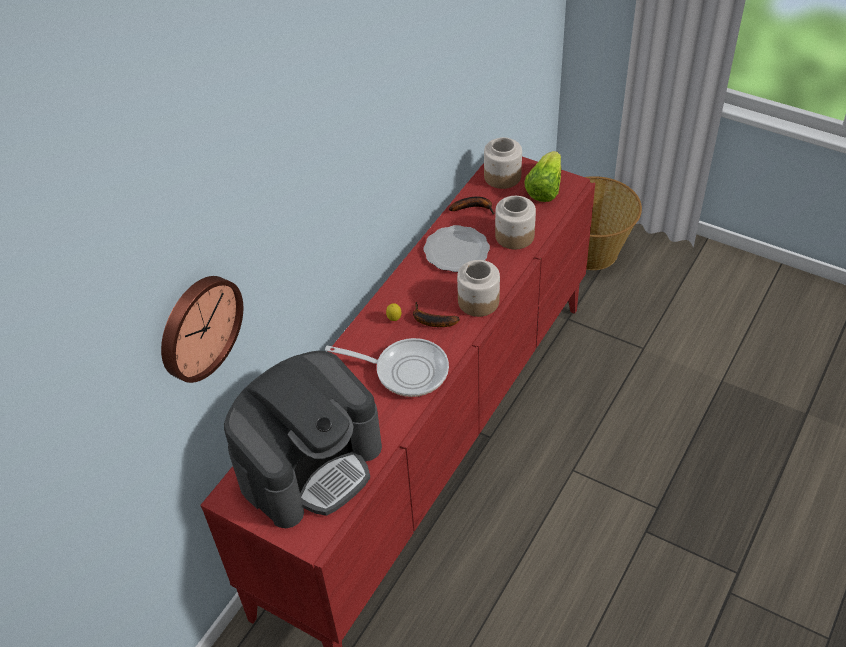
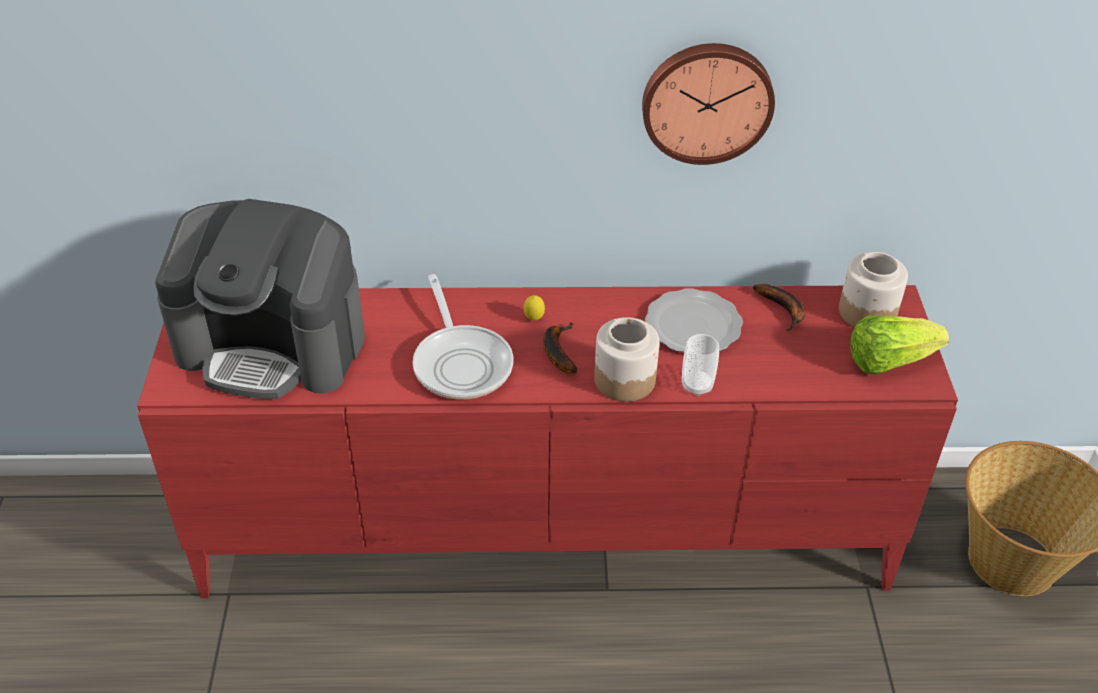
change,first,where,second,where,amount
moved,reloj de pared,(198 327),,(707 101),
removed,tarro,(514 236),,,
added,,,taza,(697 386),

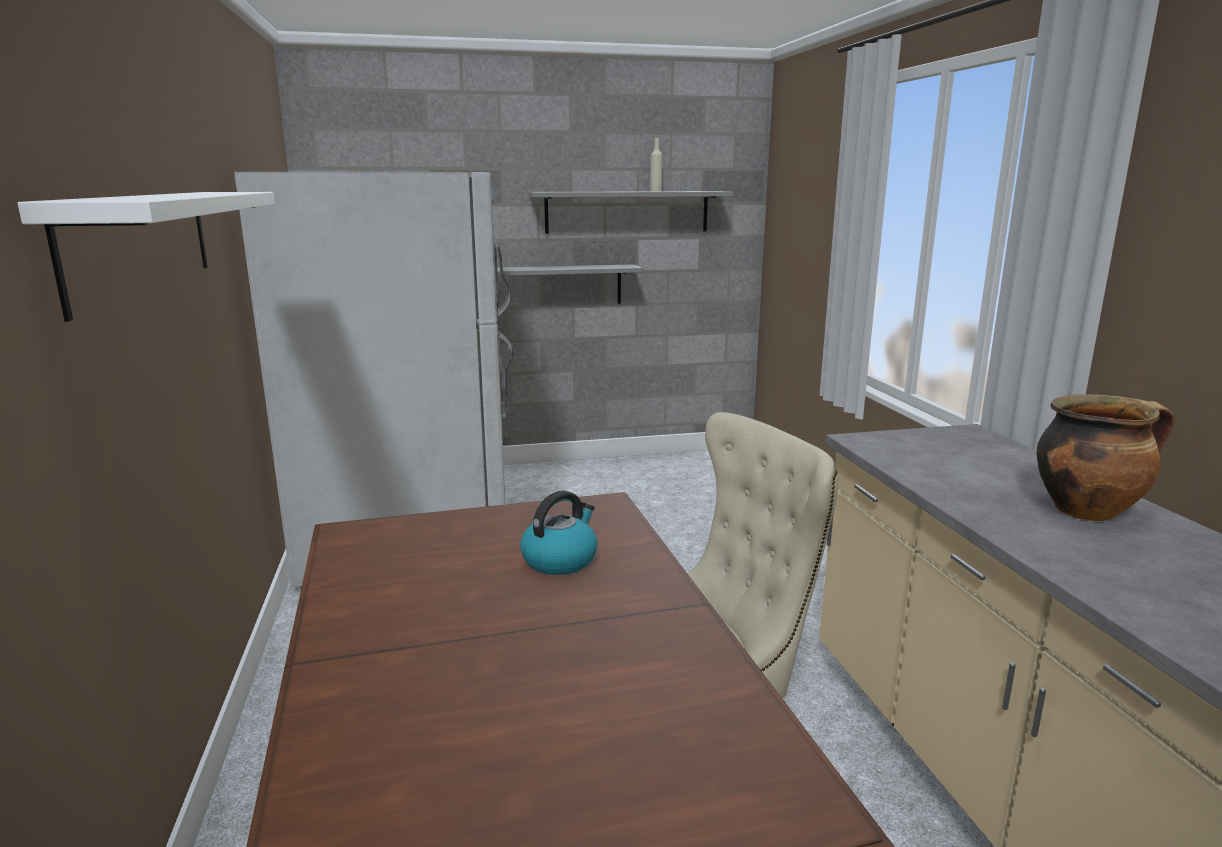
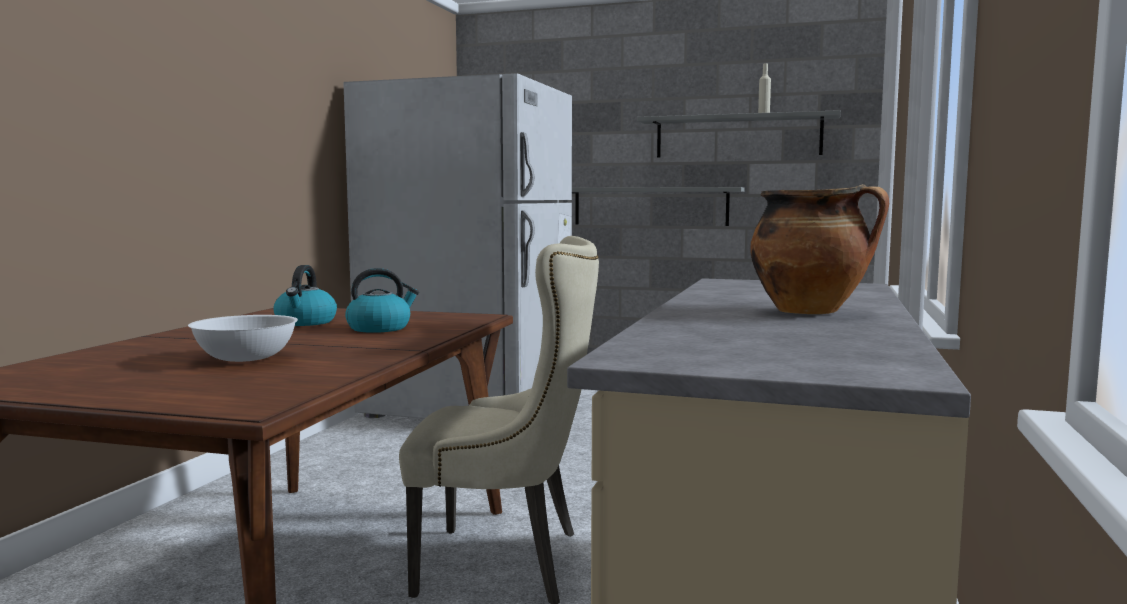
change,first,where,second,where,amount
removed,estante/blanco,(143 242),,,
added,,,cuenco/blanco,(246 358),
added,,,hervidor,(305 322),

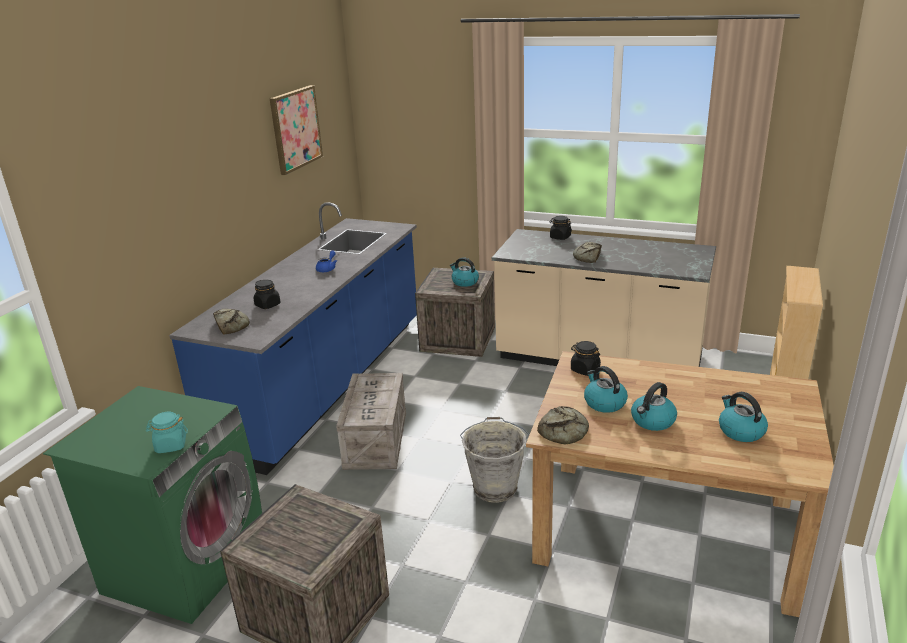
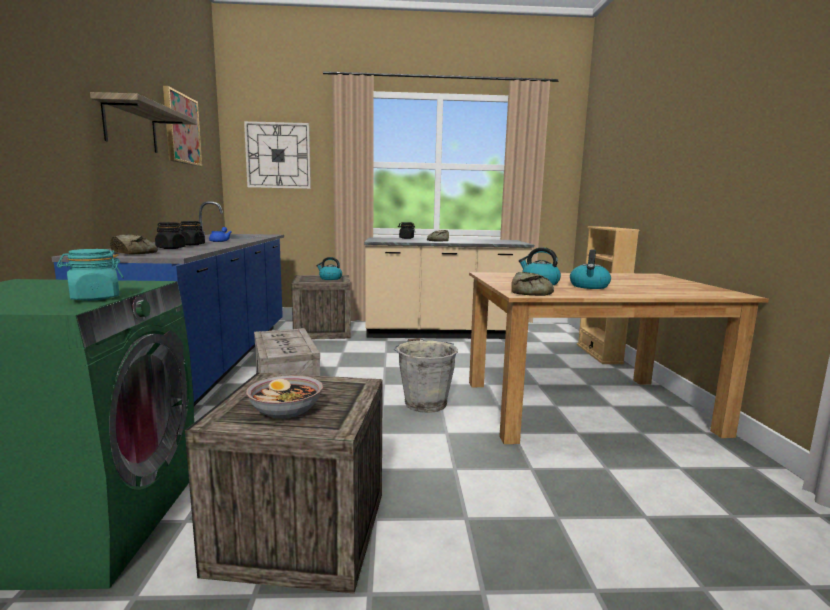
change,first,where,second,where,amount
moved,tarro/negro,(585 370),,(191 244),
removed,hervidor,(740 431),,,
added,,,estante,(131 127),
added,,,reloj de pared,(278 155),
added,,,cuenco,(286 411),

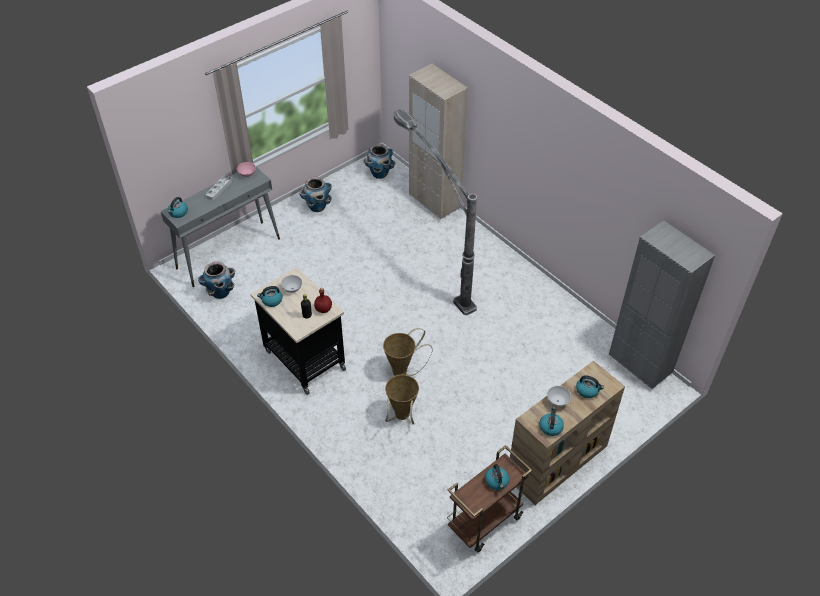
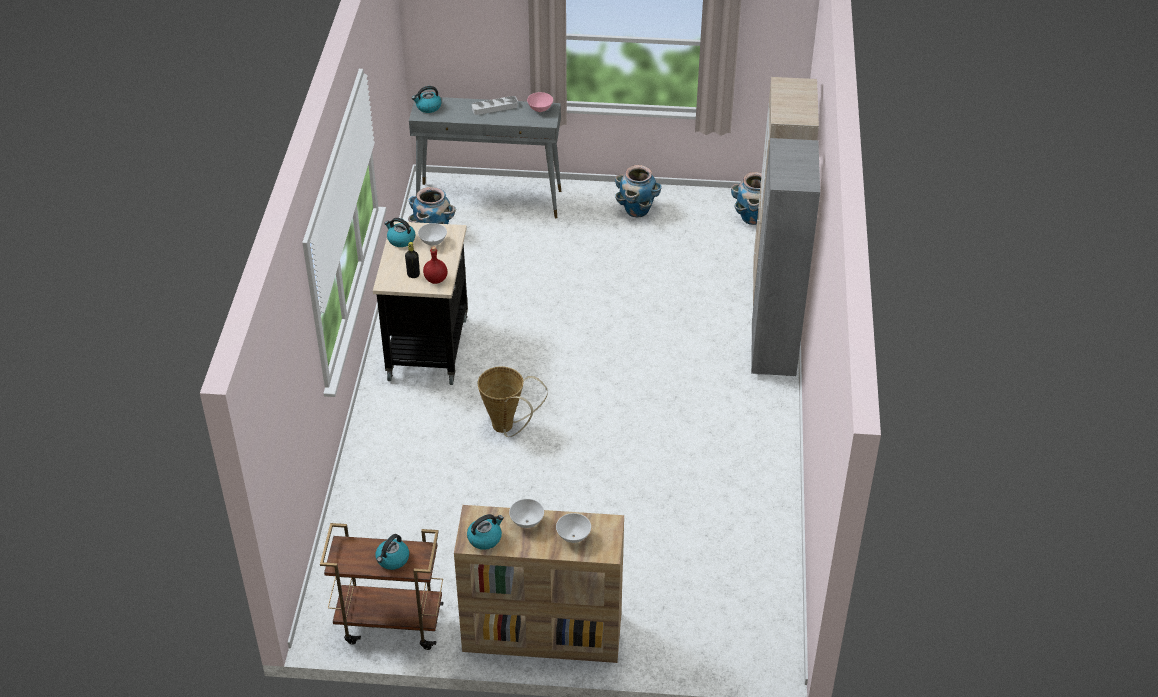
change,first,where,second,where,amount
removed,cesta,(401 417),,,
removed,lámpara de pie,(433 270),,,
replaced,hervidor,(587 390),cuenco/blanco,(573 537),
moved,armario/gris,(639 366),,(772 353),

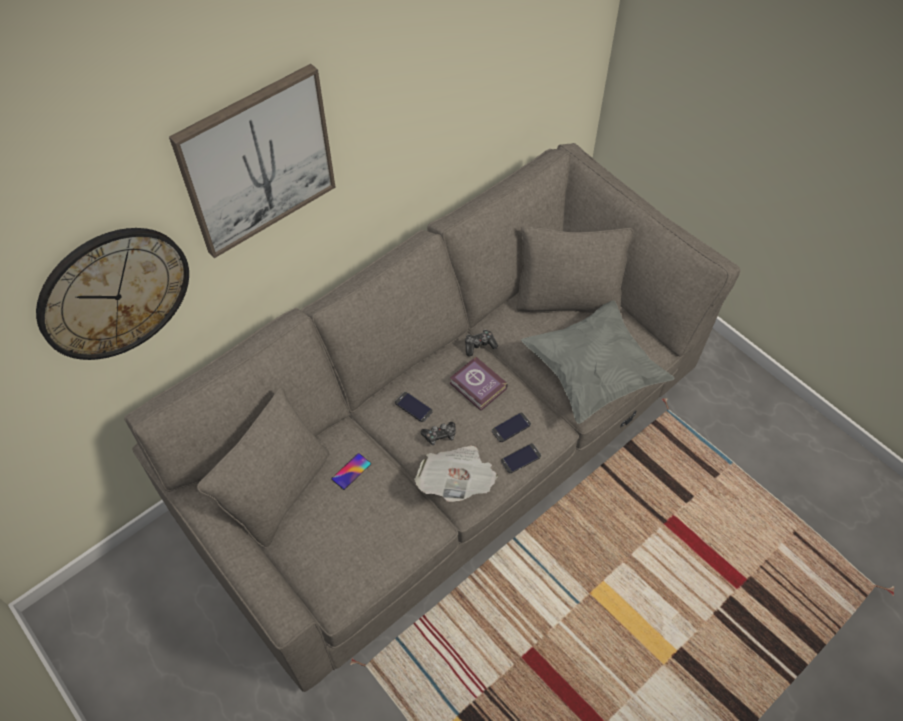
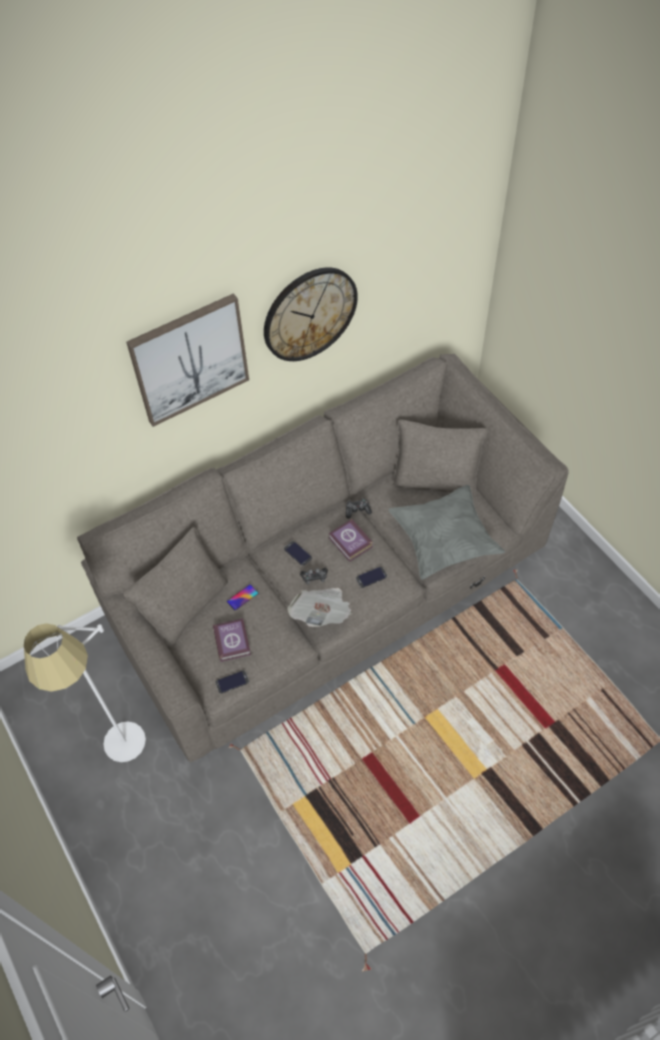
change,first,where,second,where,amount
moved,reloj de pared,(114 293),,(309 314),
moved,móvil,(521 458),,(232 682),
added,,,lámpara de pie/blanco,(127 760),
added,,,libro,(232 641),

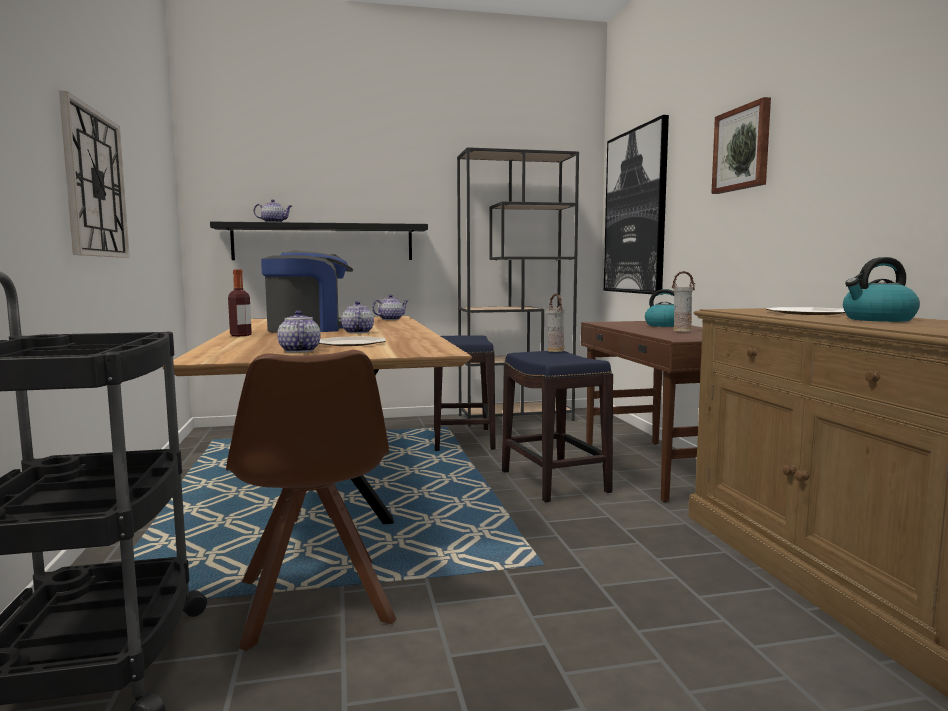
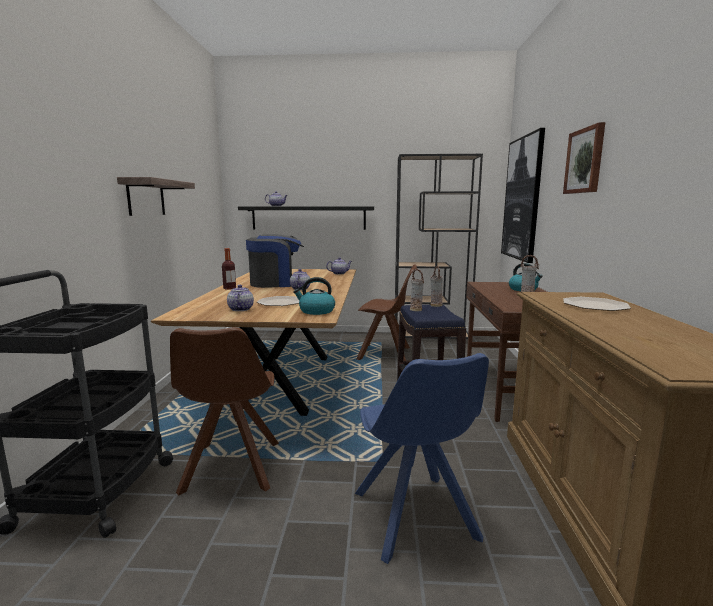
change,first,where,second,where,amount
replaced,reloj de pared,(95 184),estante,(146 197),
replaced,taburete,(463 440),silla/marrón,(386 354),
moved,hervidor,(878 319),,(316 311),
added,,,silla/azul,(415 517),
added,,,florero,(416 310),

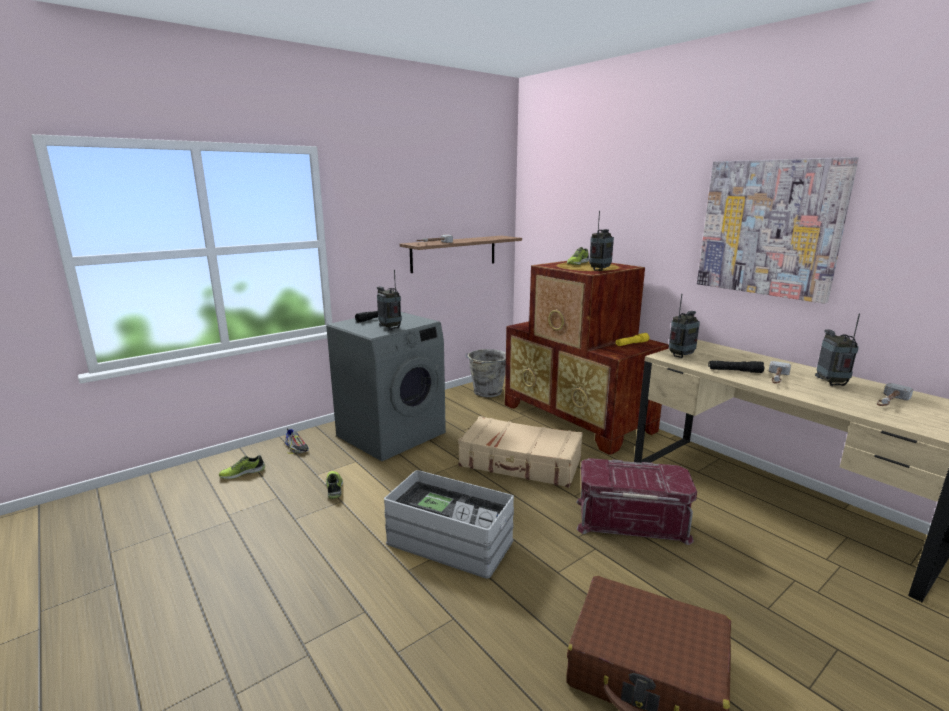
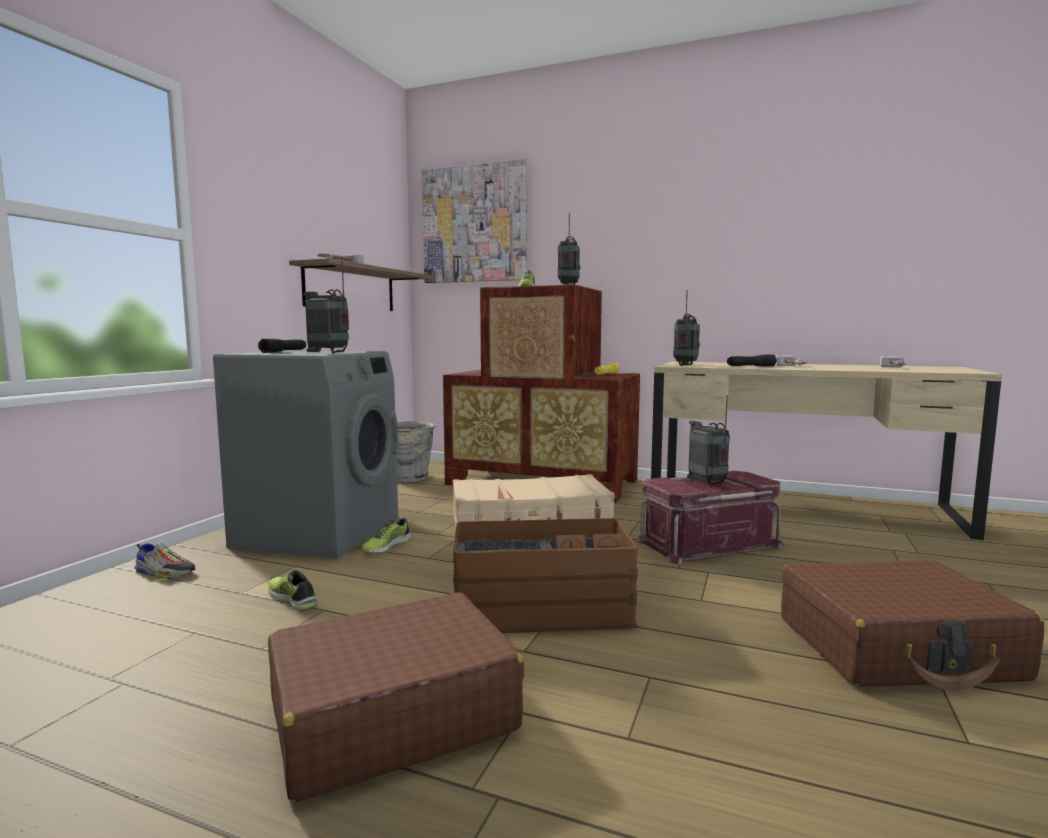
change,first,where,second,where,amount
moved,zapato,(242 473),,(386 546),
recoloured,caja de almacenaje/gris,(450 541),caja de almacenaje/marrón,(541 607),
moved,cuadro,(769 228),,(474 224),
moved,radio,(831 383),,(707 483),
added,,,maleta/marrón,(391 715),

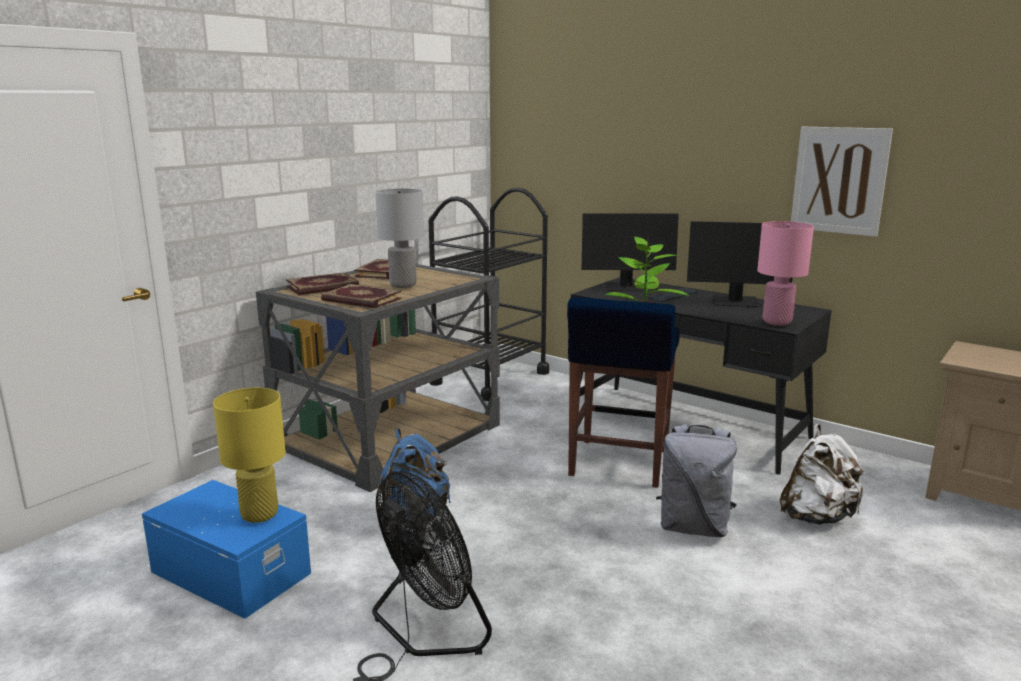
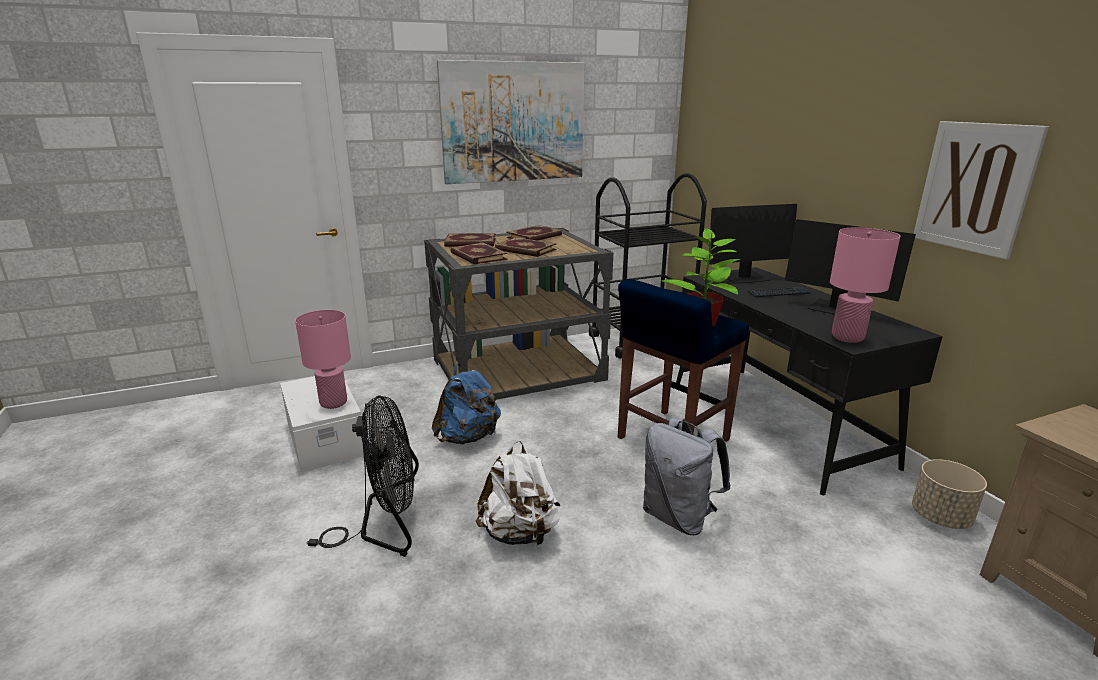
change,first,where,second,where,amount
recoloured,caja de almacenaje/azul,(232 571),caja de almacenaje/blanco,(326 438),
recoloured,lámpara de mesa/amarillo,(260 517),lámpara de mesa/rosa,(333 405),
replaced,lámpara de mesa/gris,(402 287),libro,(525 250),
turned,monitor,(626 288),,(744 278),45 degrees counterclockwise
moved,mochila/blanco,(817 517),,(519 533),
added,,,cuadro,(514 122),
added,,,maceta/beis,(941 518),

